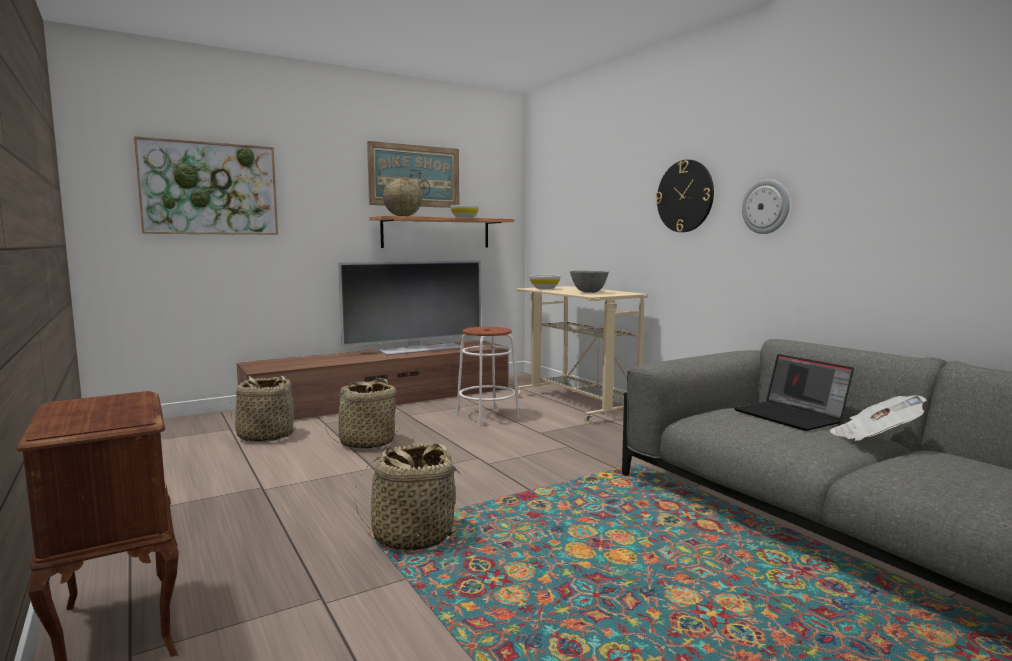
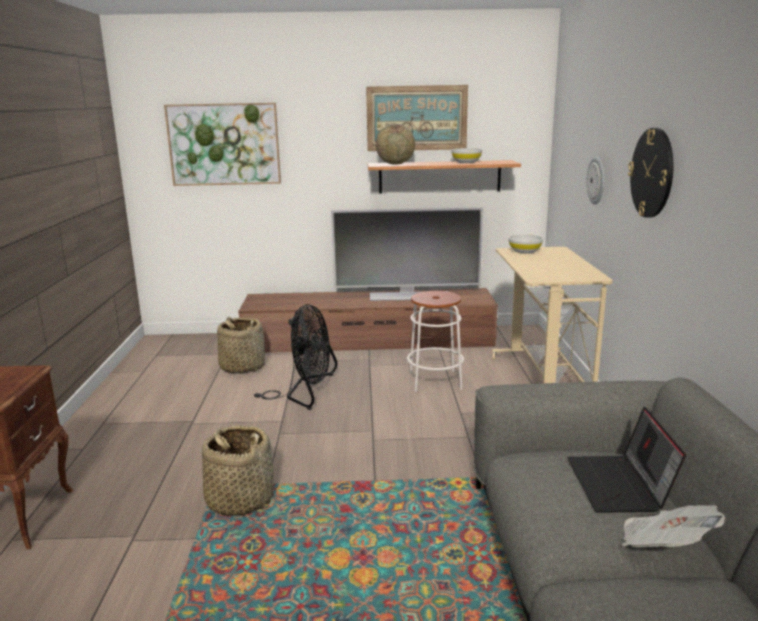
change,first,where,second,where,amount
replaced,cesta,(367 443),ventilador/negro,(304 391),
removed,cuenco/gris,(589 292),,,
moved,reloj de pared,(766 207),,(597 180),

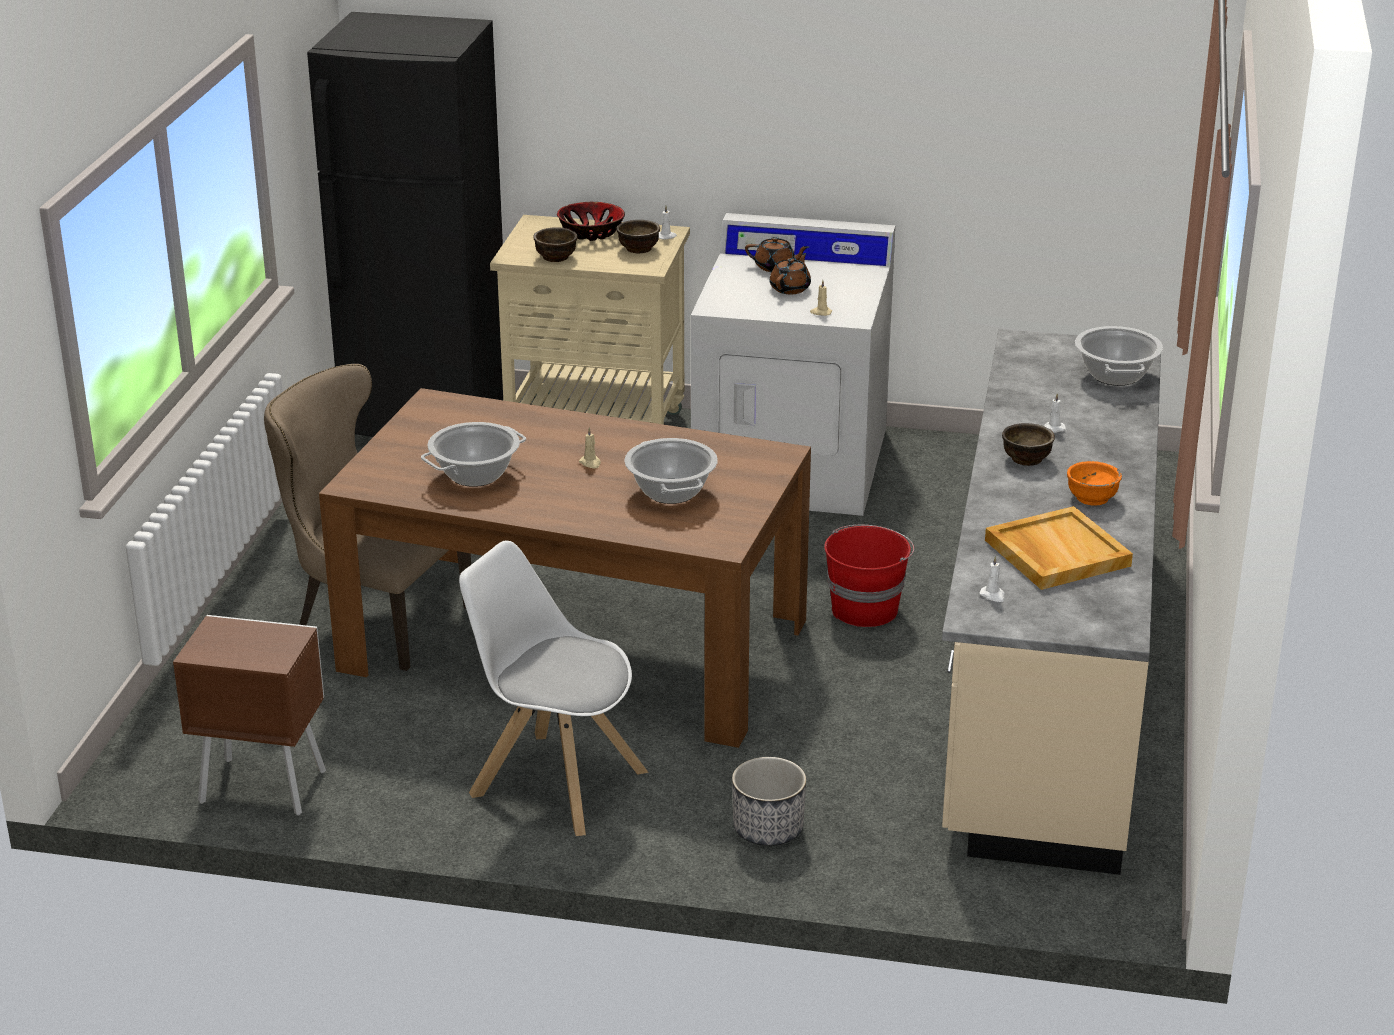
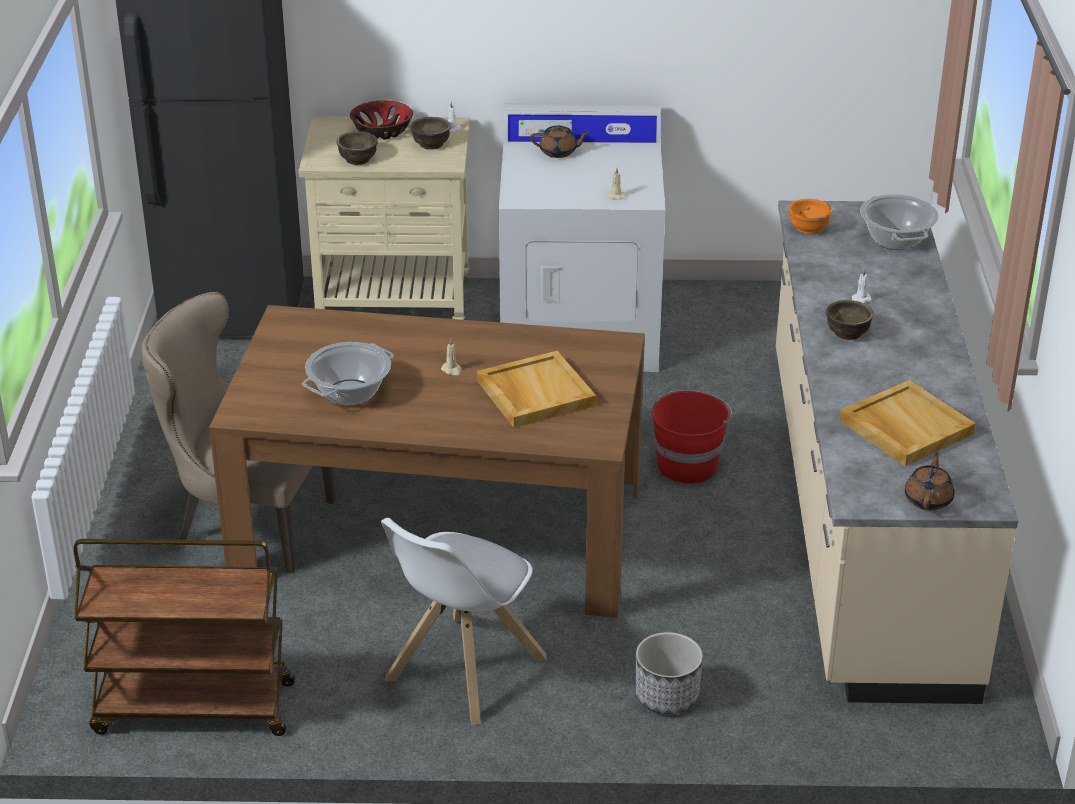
change,first,where,second,where,amount
replaced,mesita de noche/marrón,(260 786),carrito/marrón,(192 709),
turned,silla,(554 781),,(462 671),75 degrees counterclockwise
replaced,olla,(670 491),bandeja/beis,(534 393),
moved,tetera/marrón,(790 288),,(928 499),
removed,vela/blanco,(993 595),,,
moved,cuenco/naranja,(1091 498),,(808 228),

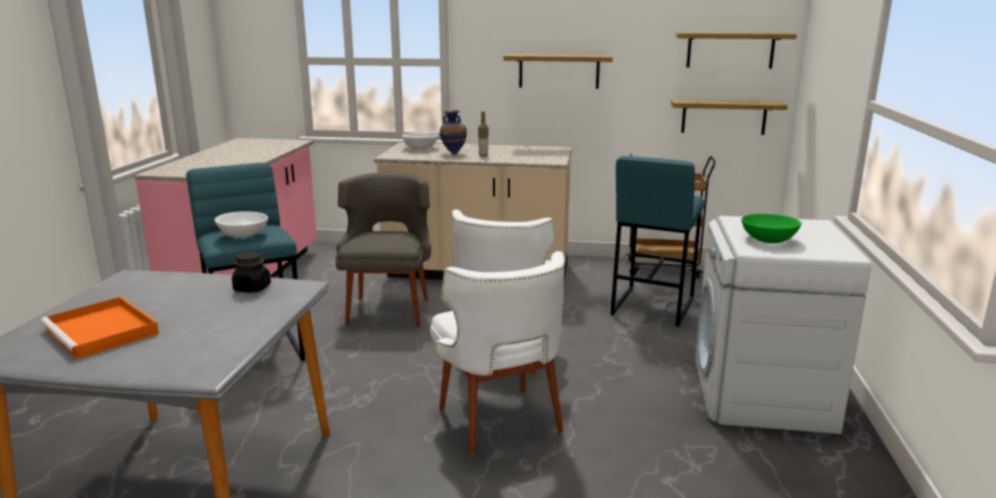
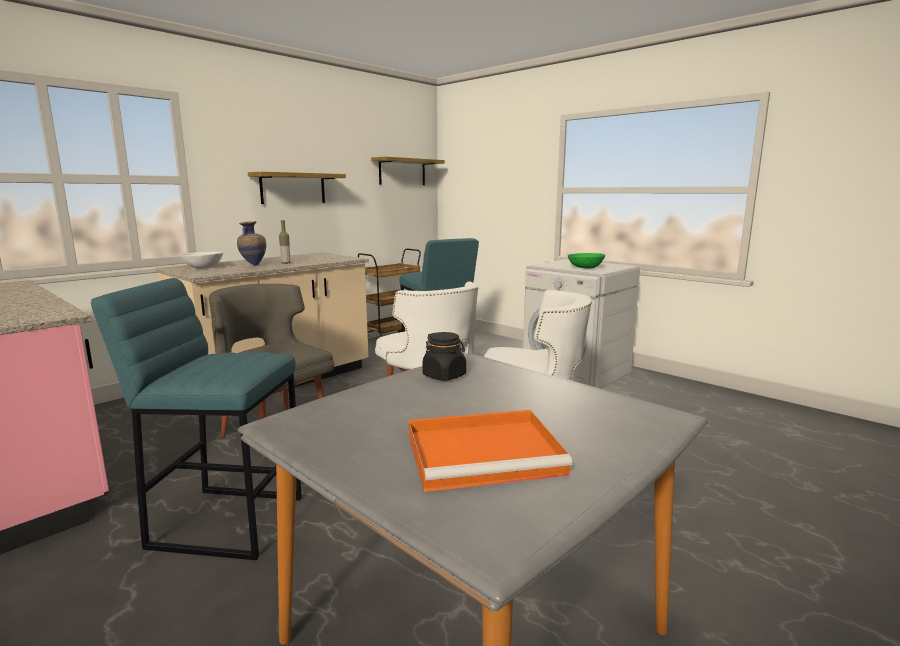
change,first,where,second,where,amount
removed,cuenco/blanco,(242 235),,,
removed,estante,(723 117),,,

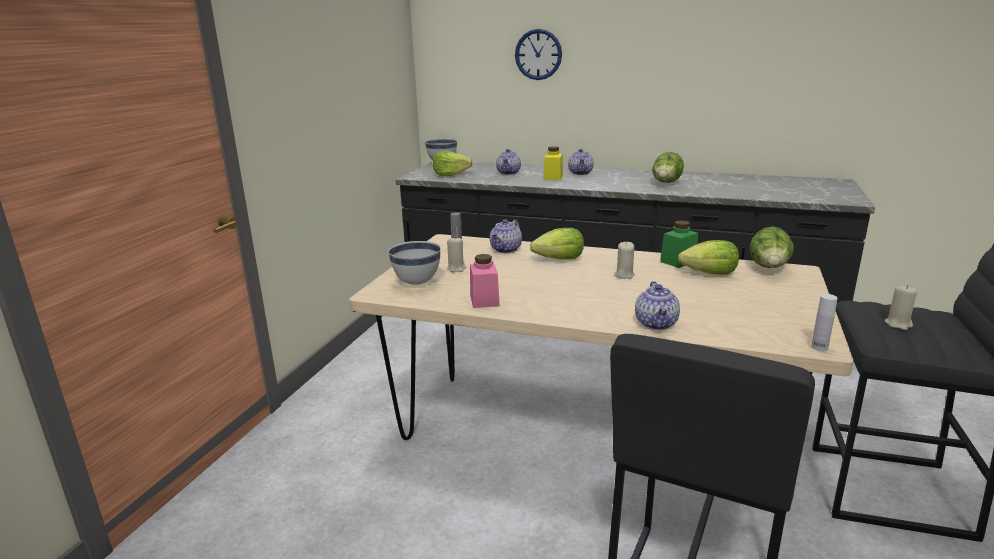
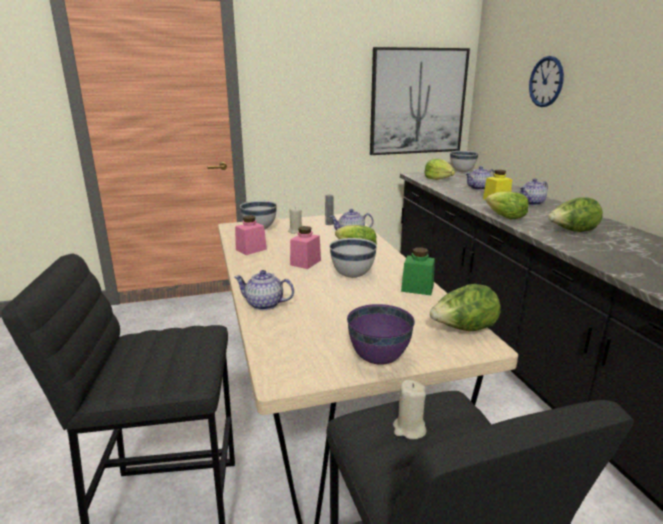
change,first,where,second,where,amount
replaced,vela/beis,(624 275),cuenco/blanco,(352 276),
turned,tetera,(656 324),,(264 304),45 degrees clockwise
moved,lechuga,(709 273),,(505 217),
removed,botella/blanco,(819 347),,,
added,,,tarro/rosa,(305 262),
added,,,cuenco/morado,(379 359),
added,,,cuadro,(417 102),

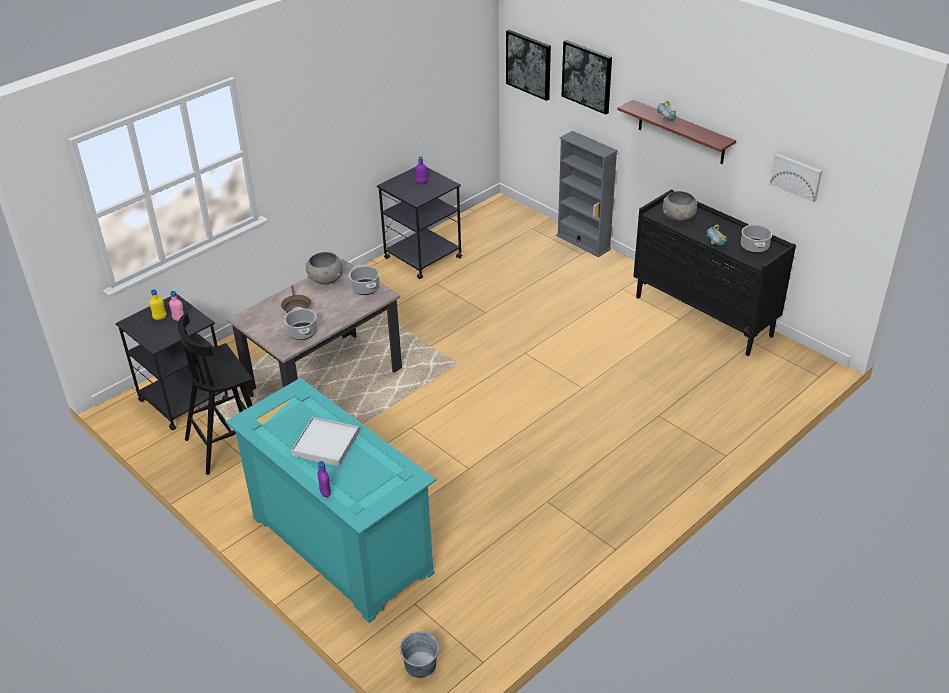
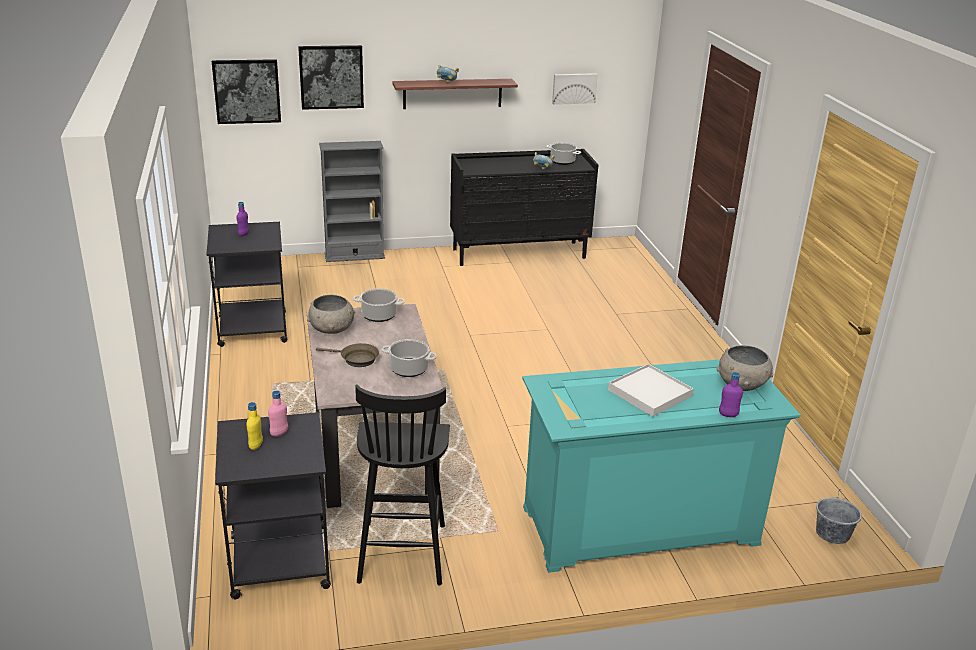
change,first,where,second,where,amount
moved,cuenco/gris,(678 218),,(741 385),

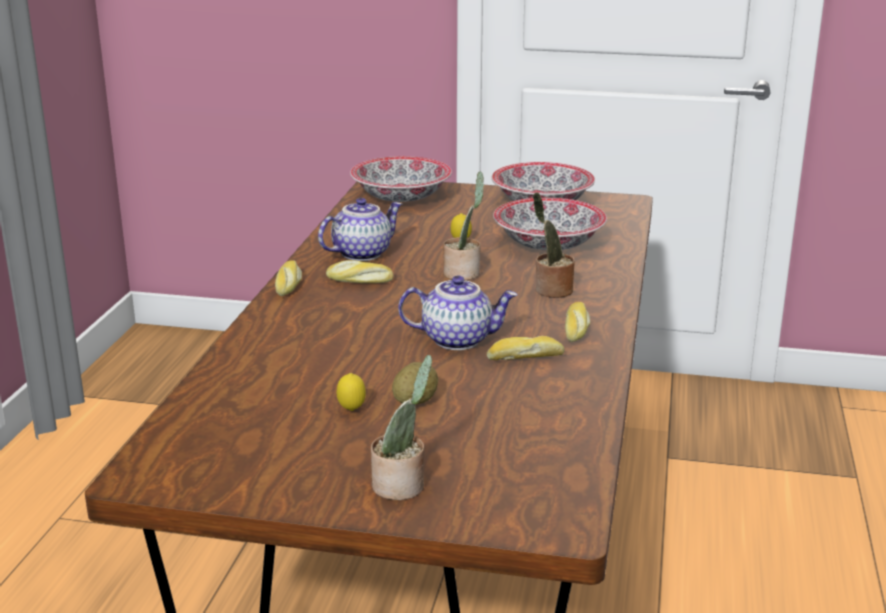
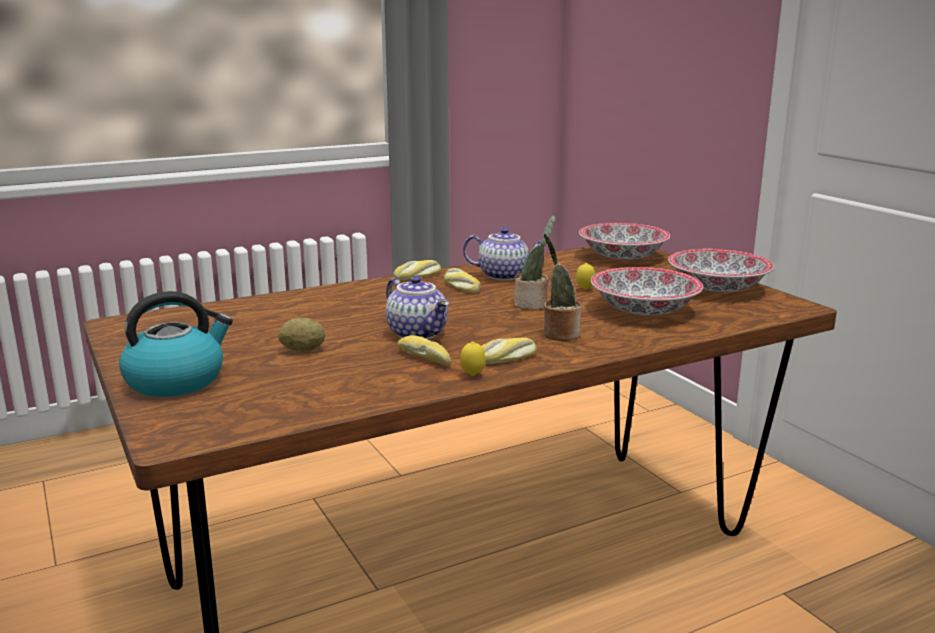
change,first,where,second,where,amount
moved,limón,(351 410),,(472 375),
replaced,planta en maceta,(402 486),hervidor,(176 380),

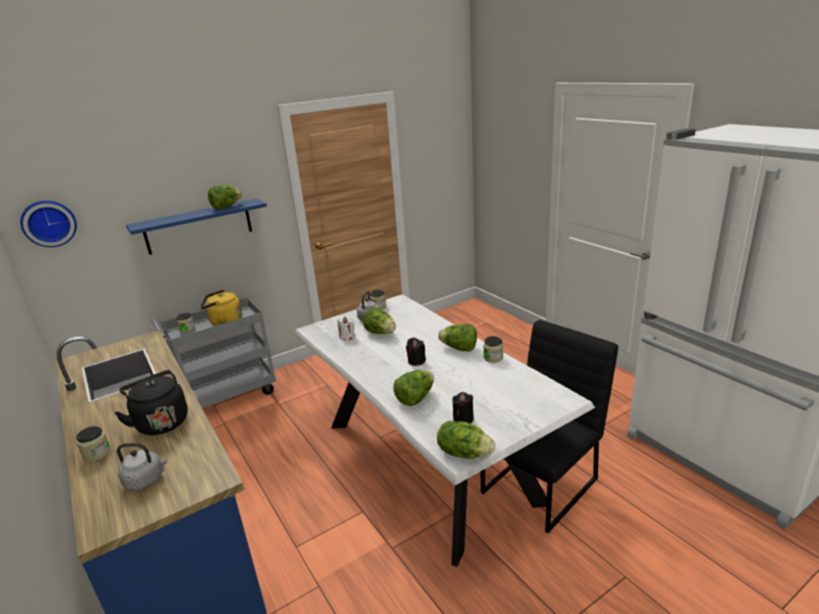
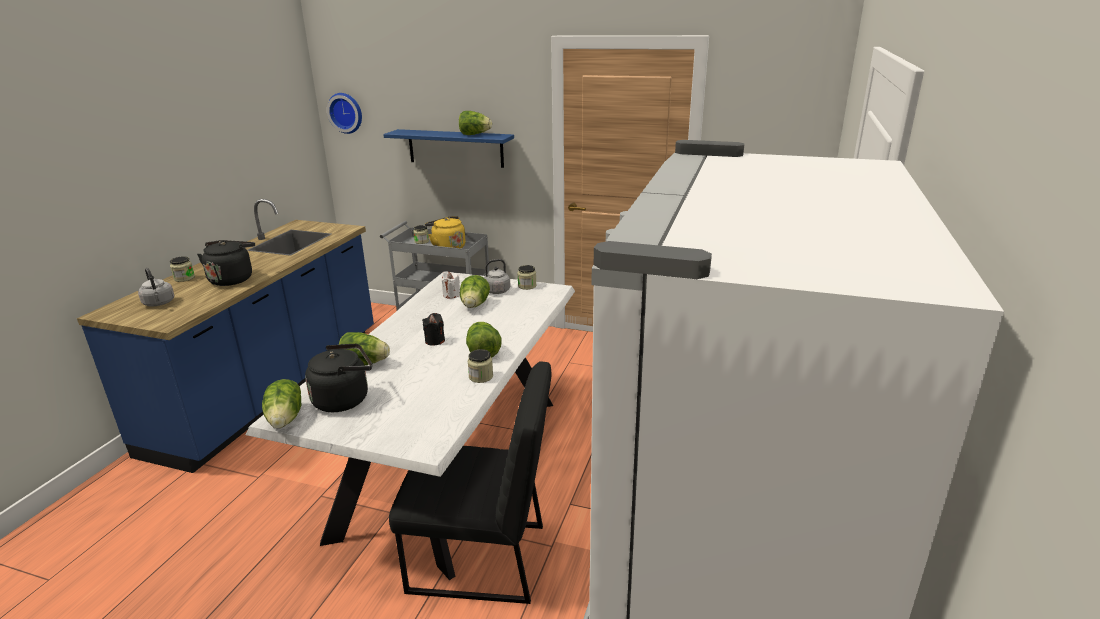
change,first,where,second,where,amount
replaced,vela/negro,(463 419),hervidor/negro,(344 399),

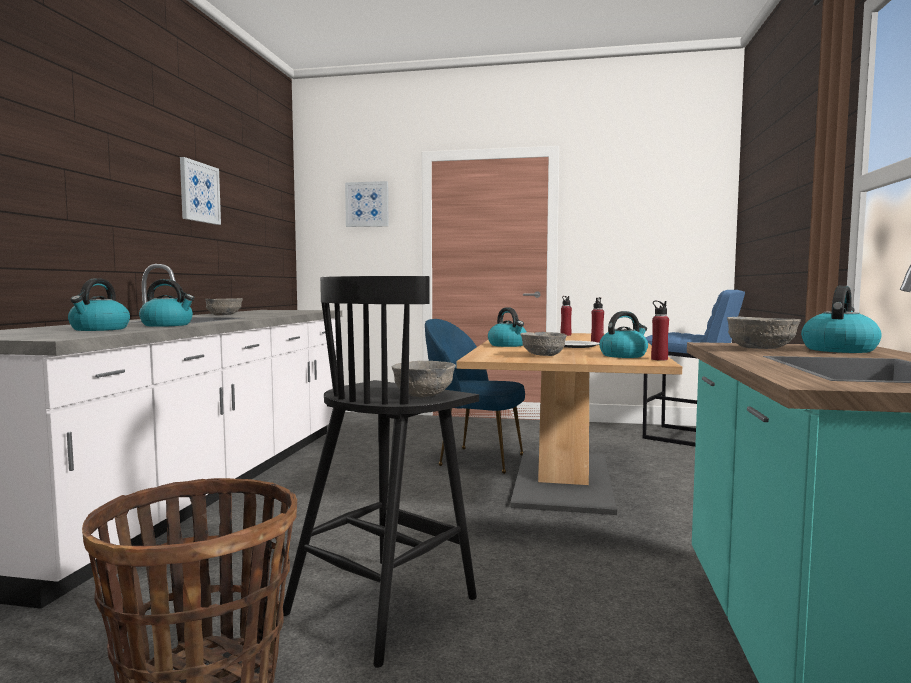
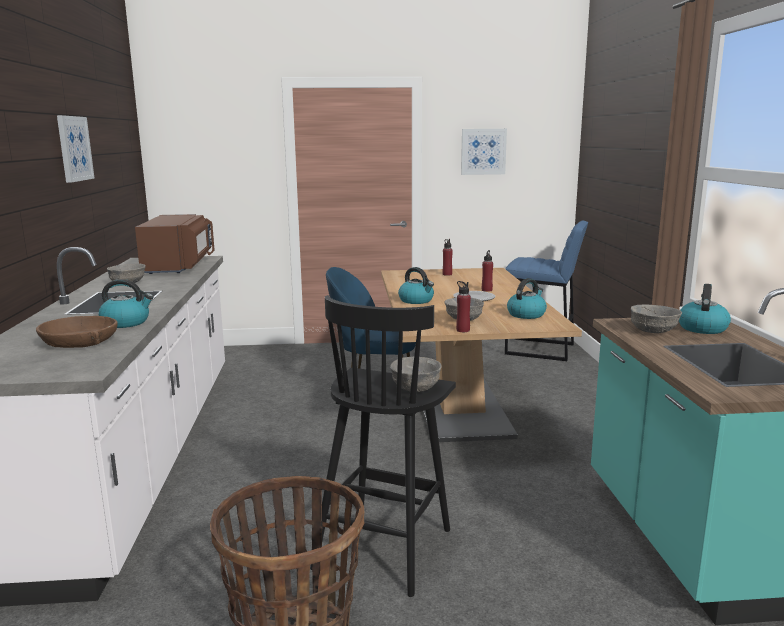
change,first,where,second,where,amount
replaced,hervidor,(99 329),cuenco/marrón,(80 342),
moved,cuadro,(367 204),,(483 151),
moved,botella/rojo,(659 359),,(463 330),
added,,,microondas/marrón,(179 266),

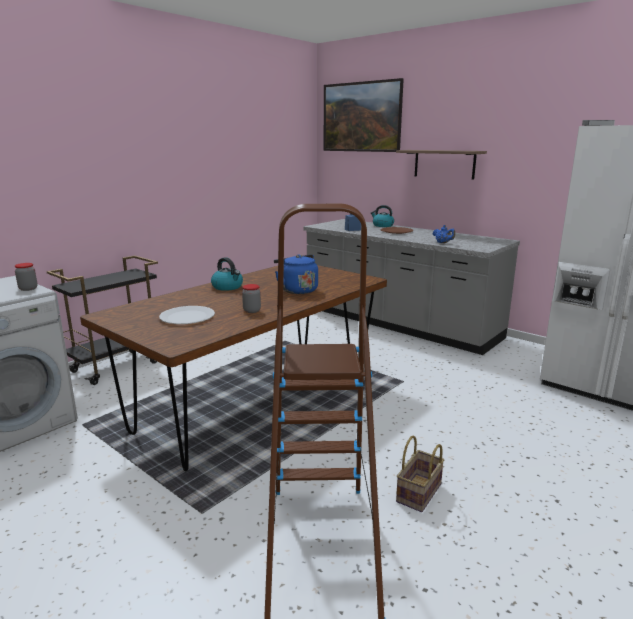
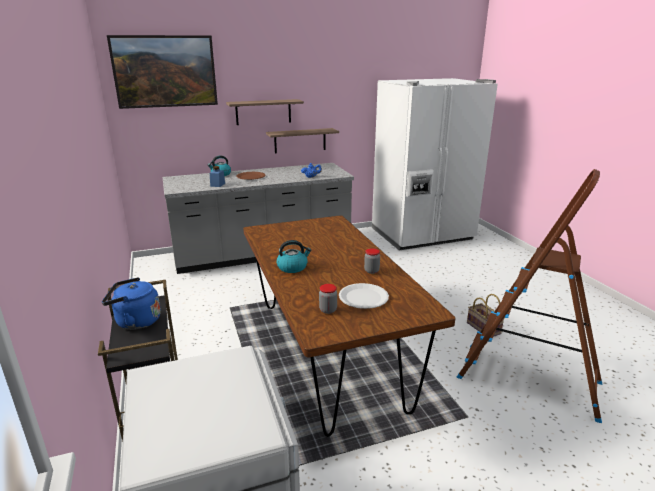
change,first,where,second,where,amount
moved,tarro,(28 289),,(328 310),
moved,hervidor/azul,(297 290),,(135 321),
added,,,estante,(300 140),

